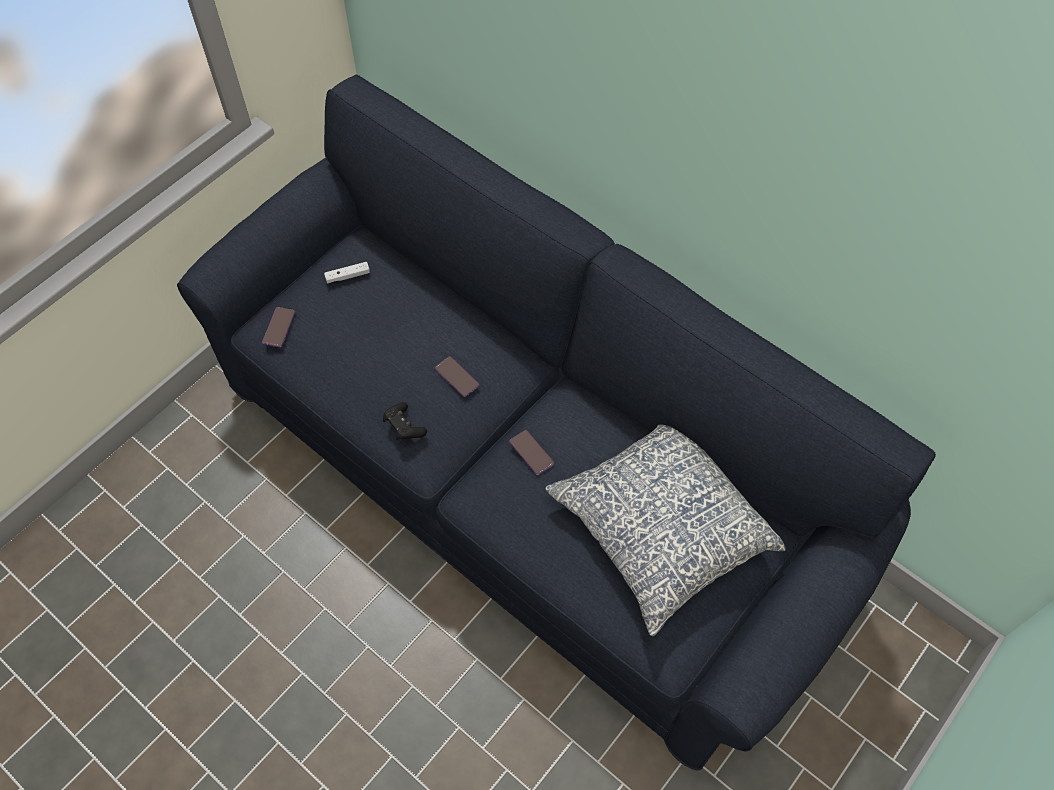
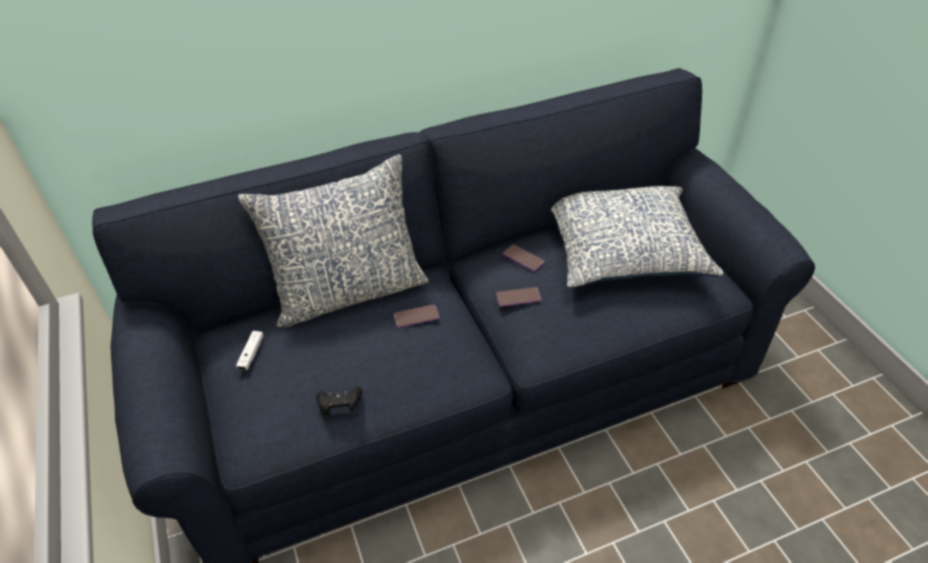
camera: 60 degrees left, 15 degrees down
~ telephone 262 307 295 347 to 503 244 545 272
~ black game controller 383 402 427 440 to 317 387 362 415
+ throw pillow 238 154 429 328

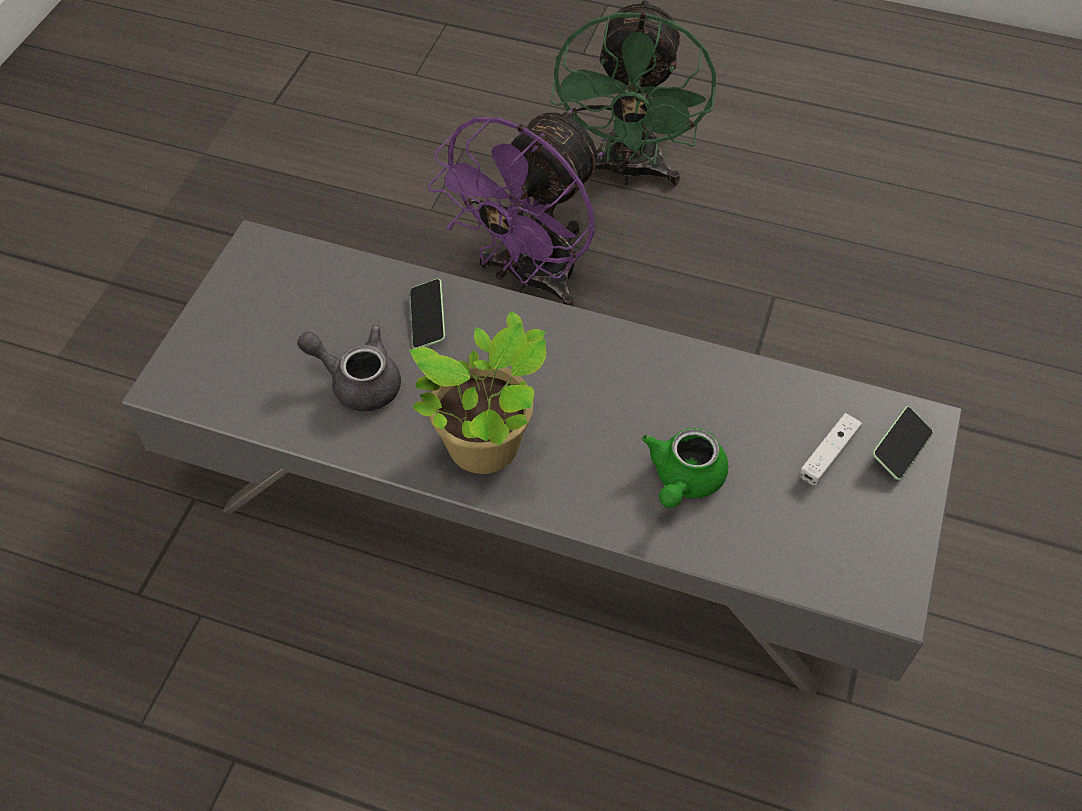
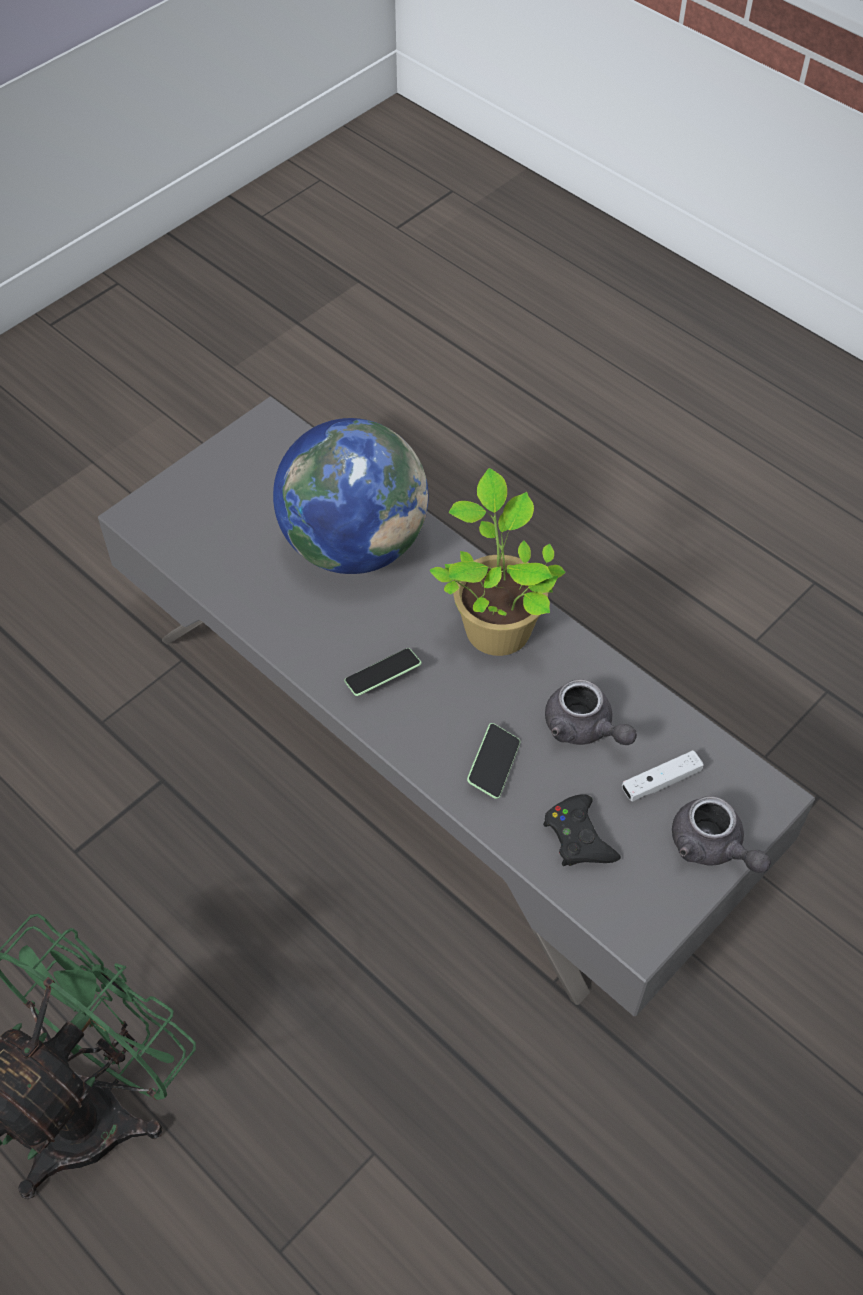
camera: 155 degrees left, 0 degrees up
- purple-coloured electric fan 428 109 603 307
~ greenish pot for tea 642 428 728 508 to globe 273 418 429 574
~ white game controller 799 413 862 485 to 622 750 704 802
~ telephone 873 406 933 480 to 344 648 422 696
+ black game controller 543 794 621 866
+ grey pot for tea 672 796 771 873

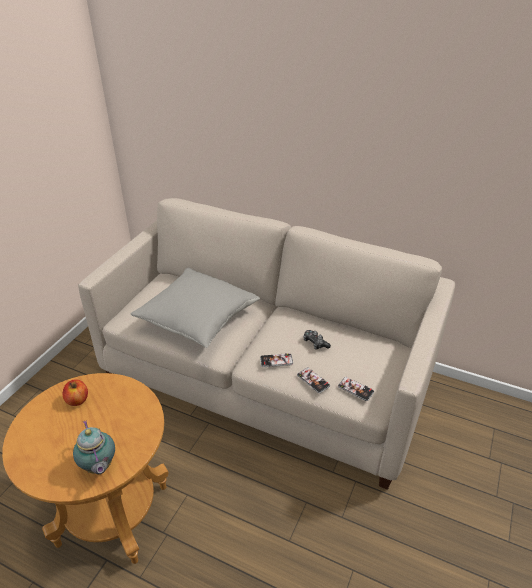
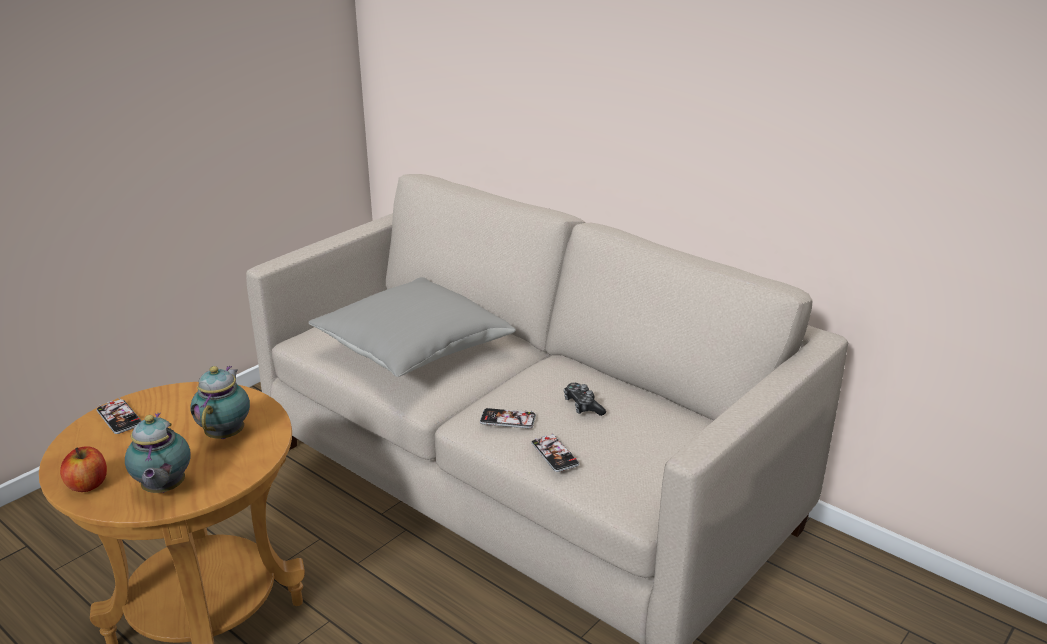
camera: 15 degrees right, 10 degrees down
~ apple fruit 63 379 88 406 to 60 446 107 492
~ telephone 338 377 374 401 to 96 398 142 434
+ pot for tea 190 366 250 439

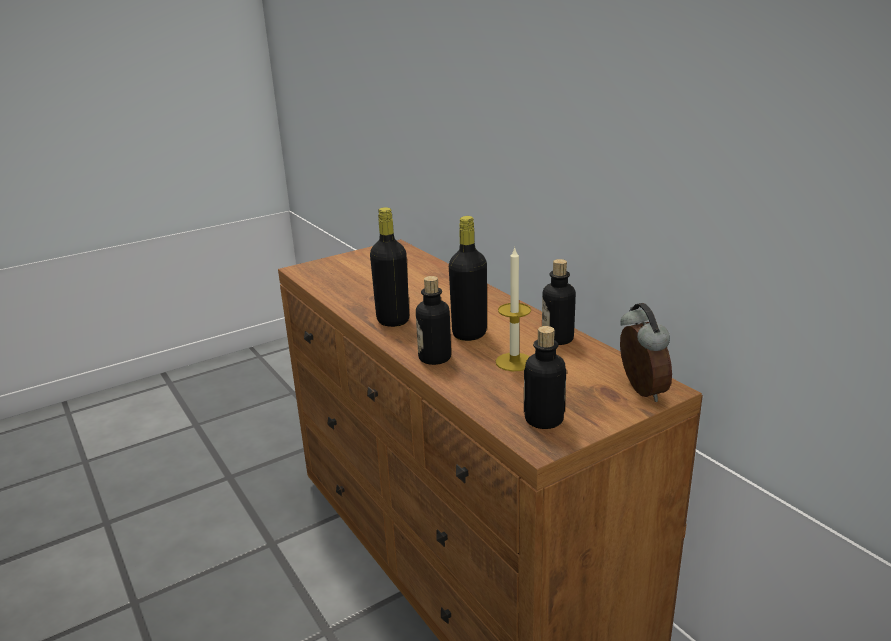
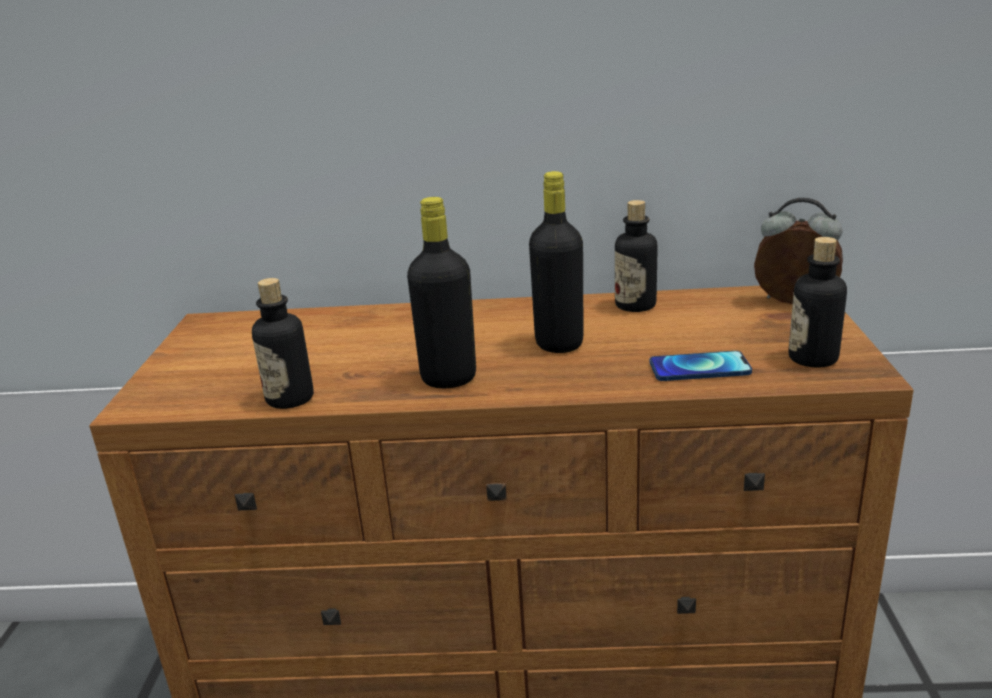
camera: 55 degrees left, 0 degrees up
~ beverage bottle 416 276 451 365 to 252 278 314 409
- wax candle 496 247 531 371
+ telephone 650 351 752 381

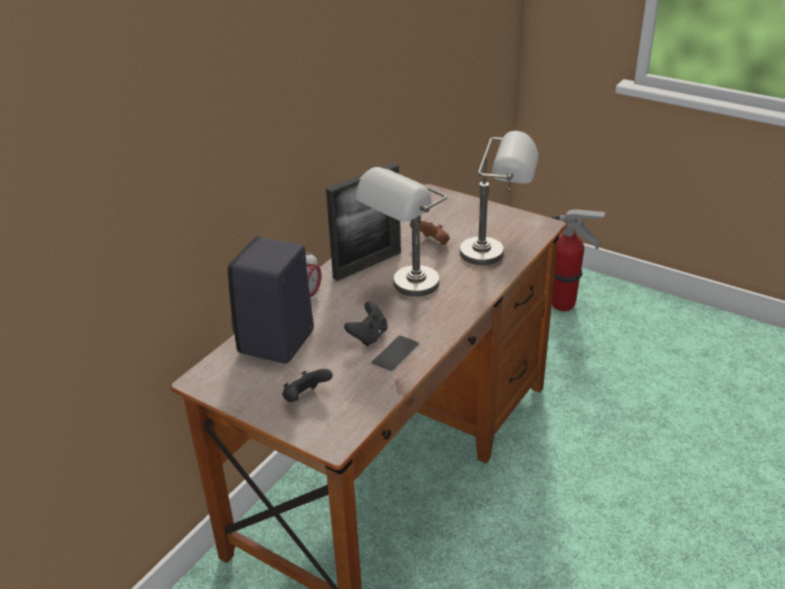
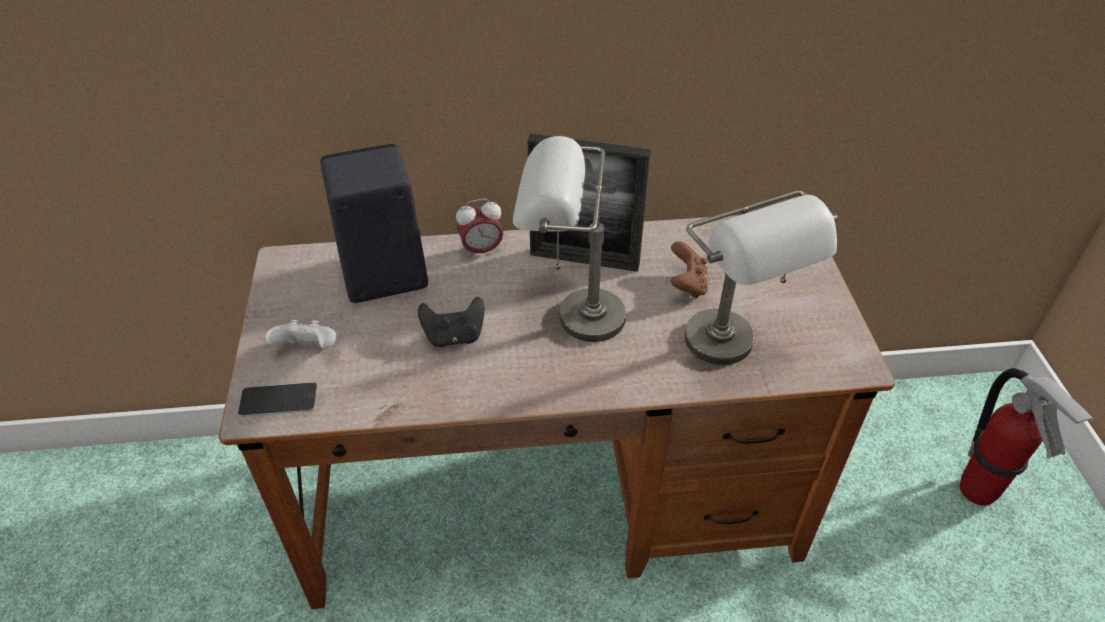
camera: 50 degrees right, 10 degrees up
~ black game controller 282 369 333 402 to white game controller 266 320 336 349
~ telephone 371 335 420 372 to 238 382 318 417

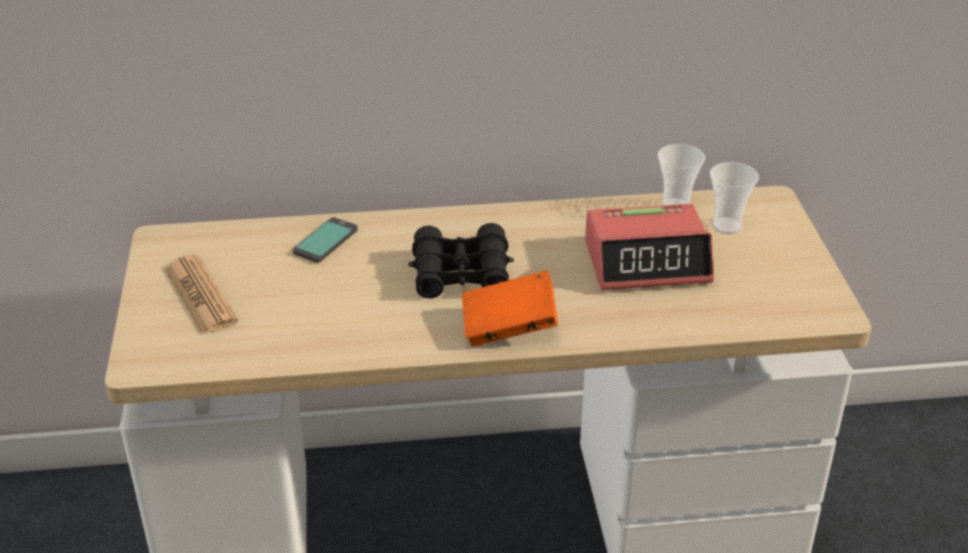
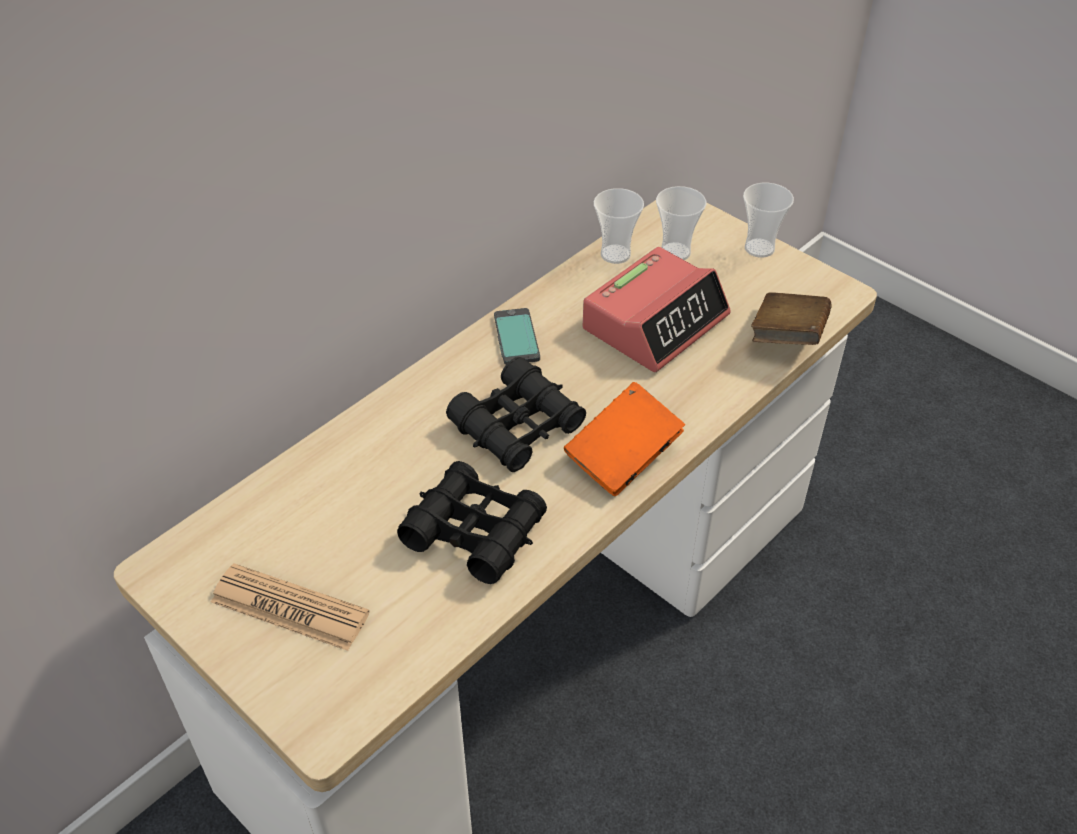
camera: 40 degrees left, 10 degrees up
~ telephone 293 217 358 263 to 494 308 540 365
+ black field glasses 397 461 547 584
+ cup 743 183 794 258
+ brown-coloured volume 751 292 832 345

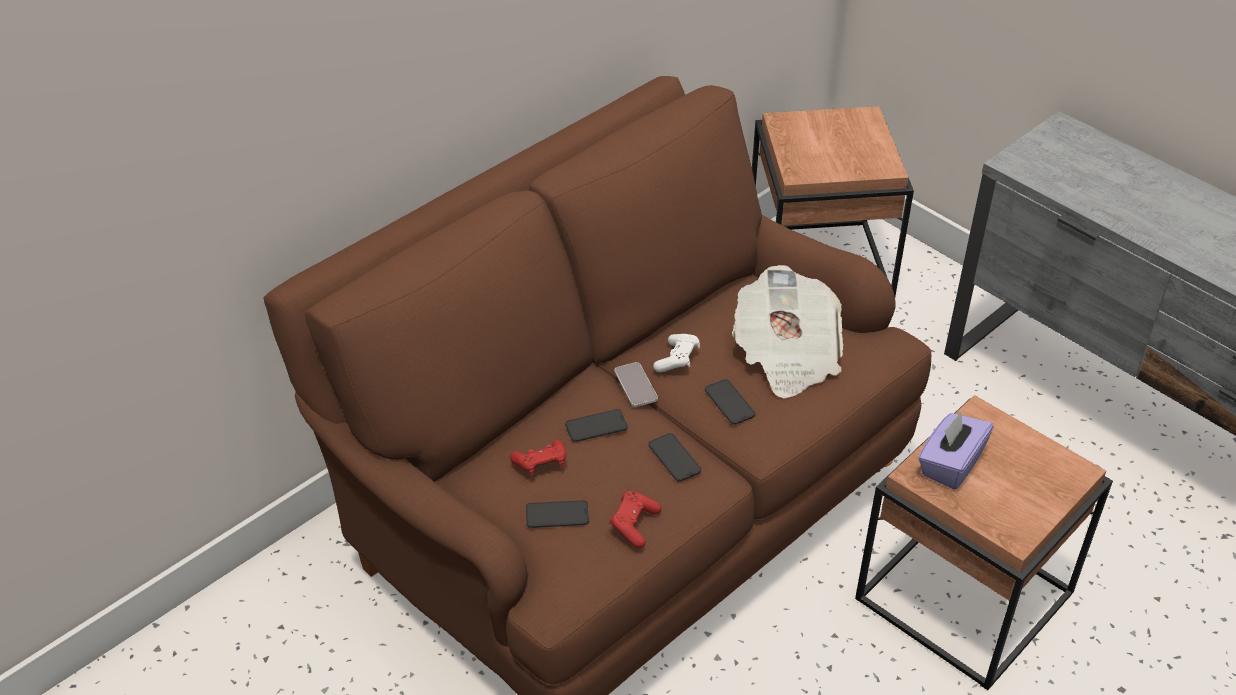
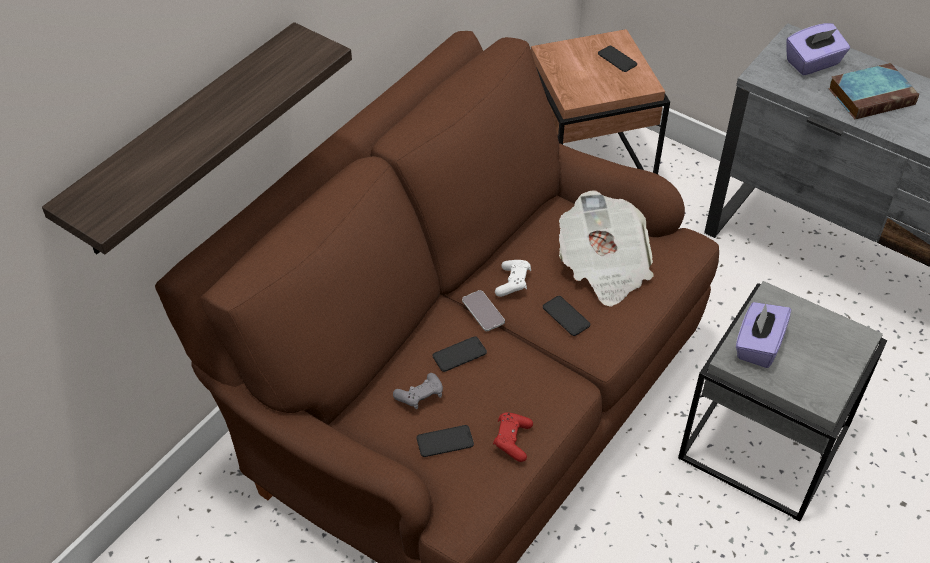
camera: 10 degrees left, 5 degrees up
~ red game controller 510 440 566 475 to grey game controller 393 373 443 409
~ telephone 648 433 701 482 to 598 46 637 72
~ brown-coloured side table 855 395 1113 690 to grey side table 678 281 887 521
+ shelf 42 22 352 254
+ purple-coloured box of tissues 786 23 850 75
+ volume 828 63 919 119

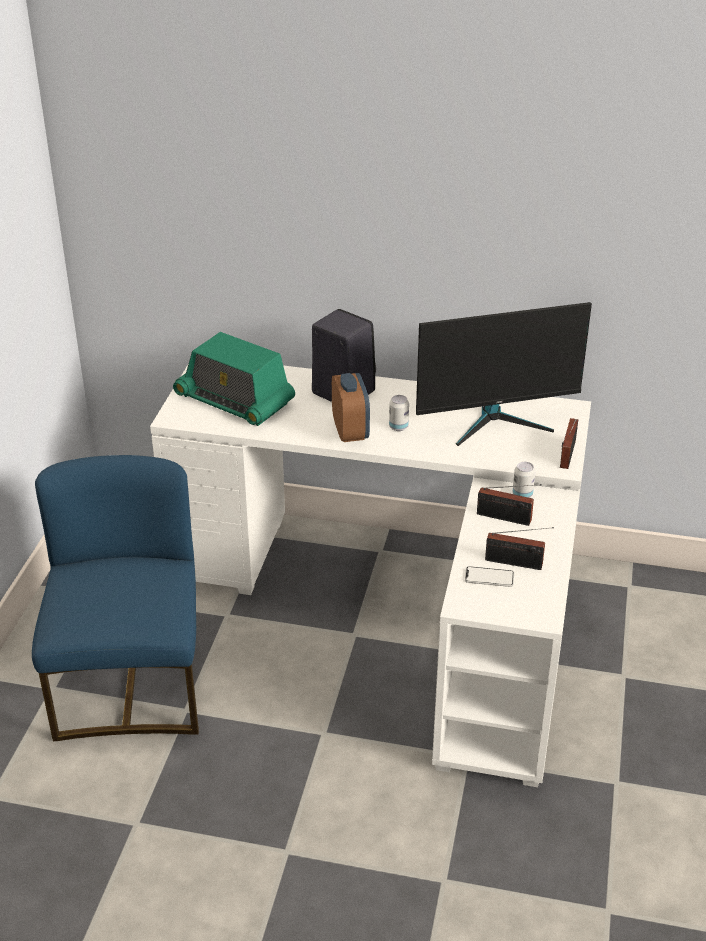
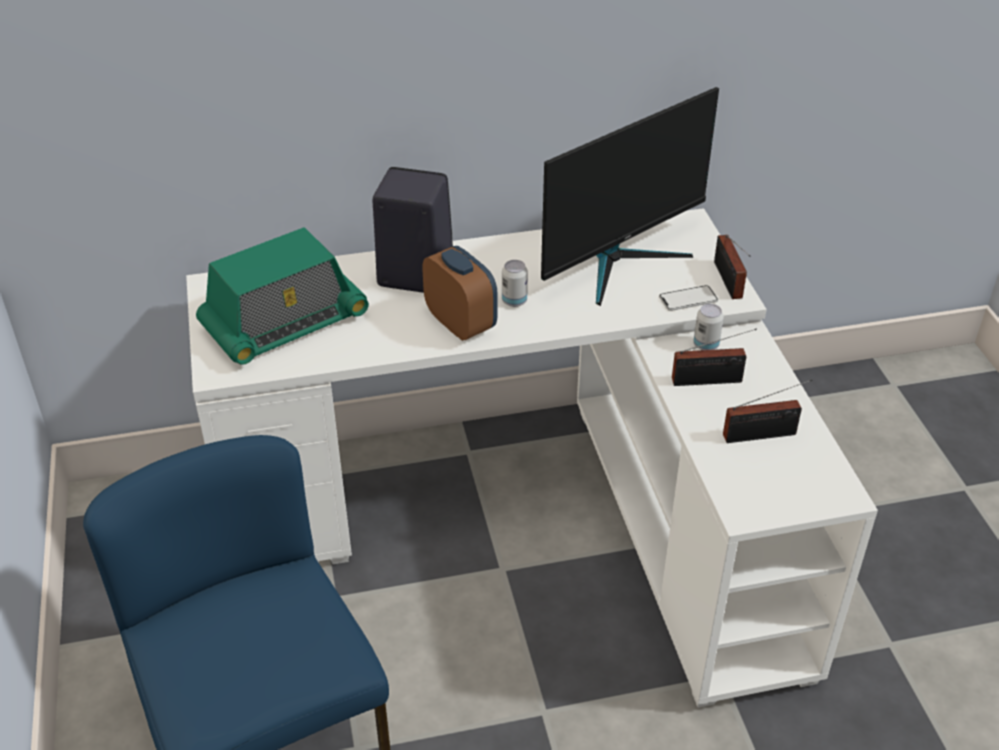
camera: 25 degrees left, 5 degrees up
~ radio set 173 332 295 426 = 196 227 369 365 45 degrees counterclockwise
~ telephone 465 566 514 587 to 659 285 718 311

